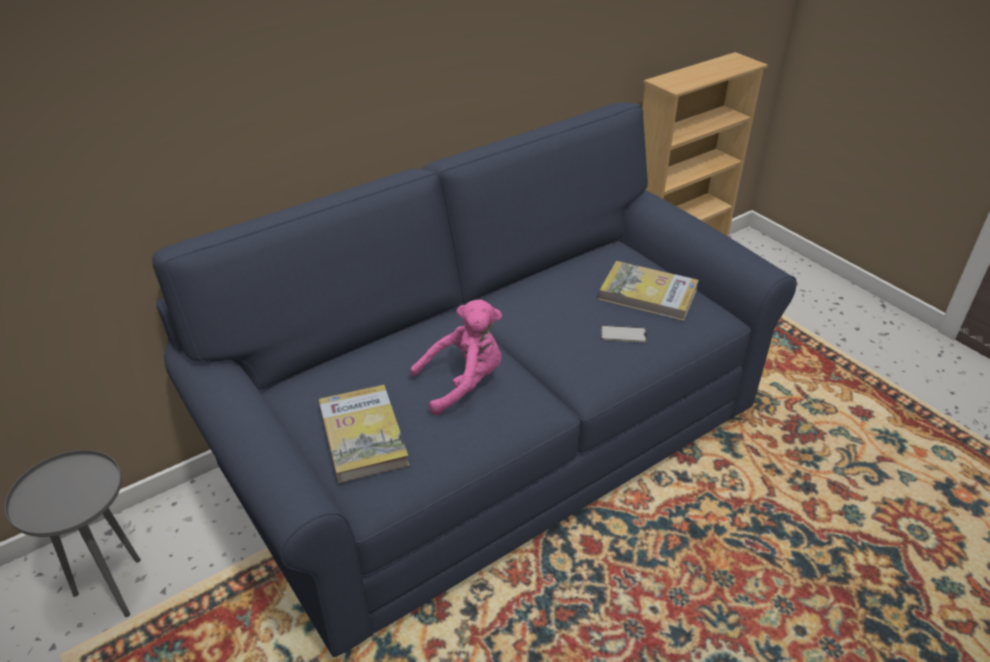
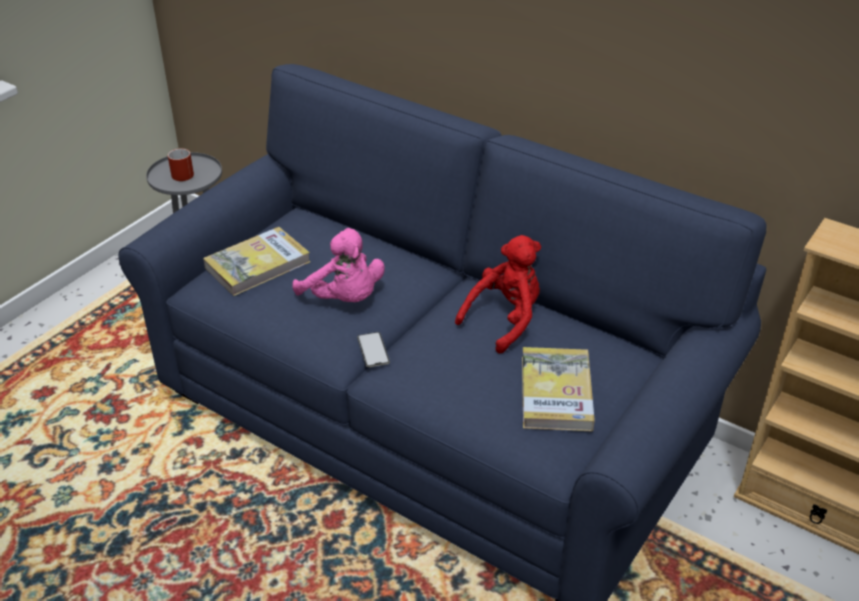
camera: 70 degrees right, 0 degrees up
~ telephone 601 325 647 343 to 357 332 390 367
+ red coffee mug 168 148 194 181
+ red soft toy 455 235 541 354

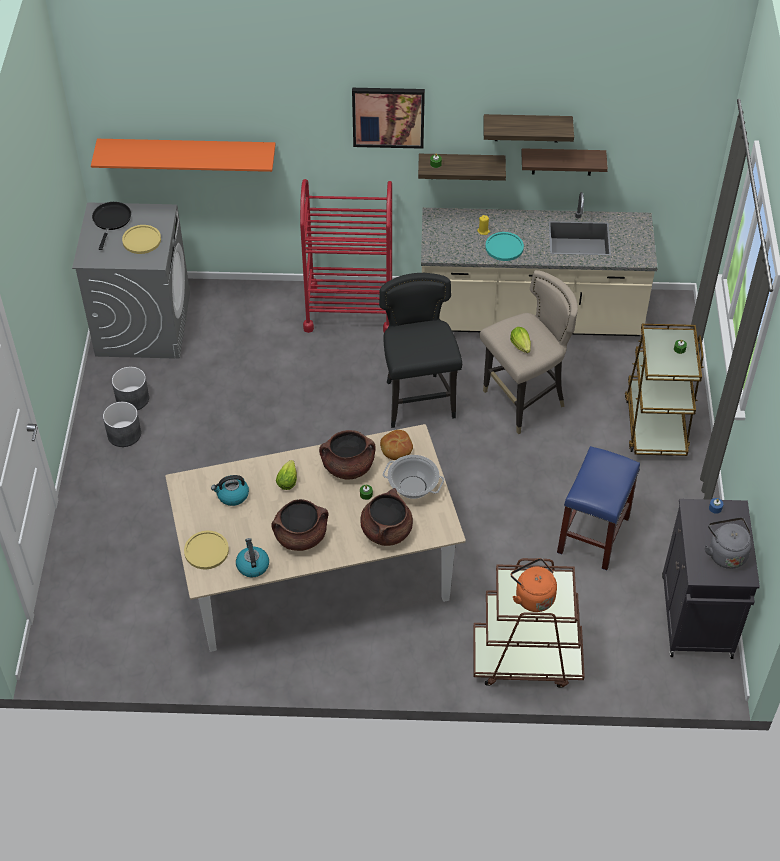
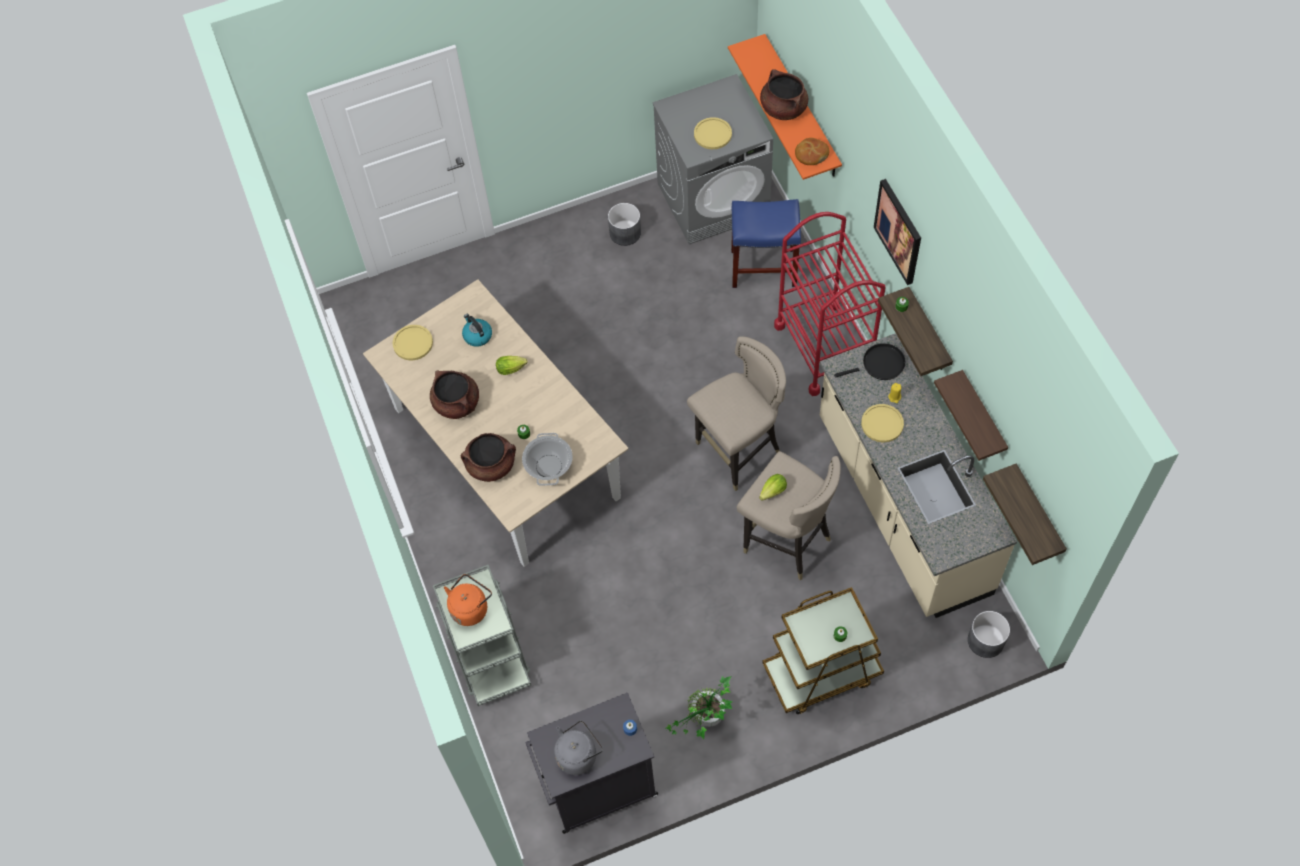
camera: 70 degrees right, 10 degrees up
~ black frying pan 92 202 131 250 to 834 343 906 380
~ grey planter 103 402 141 447 to 968 611 1010 658
- tea kettle 236 538 269 578
~ brown-coloured stockpot 319 430 376 479 to 760 69 808 120
~ black sitting stool 379 273 462 428 to beige sitting stool 687 336 786 491
~ baked bread 380 430 413 460 to 795 138 830 165
~ brown-coloured cart 473 558 585 688 to grey cart 433 565 531 706
~ shelf 483 114 574 143 to 983 463 1067 565
~ blue-green plate 485 232 524 261 to yellowish plate 861 404 904 442
~ blue sitting stool 557 446 640 570 to 731 199 801 288
+ potted plant 666 676 733 739

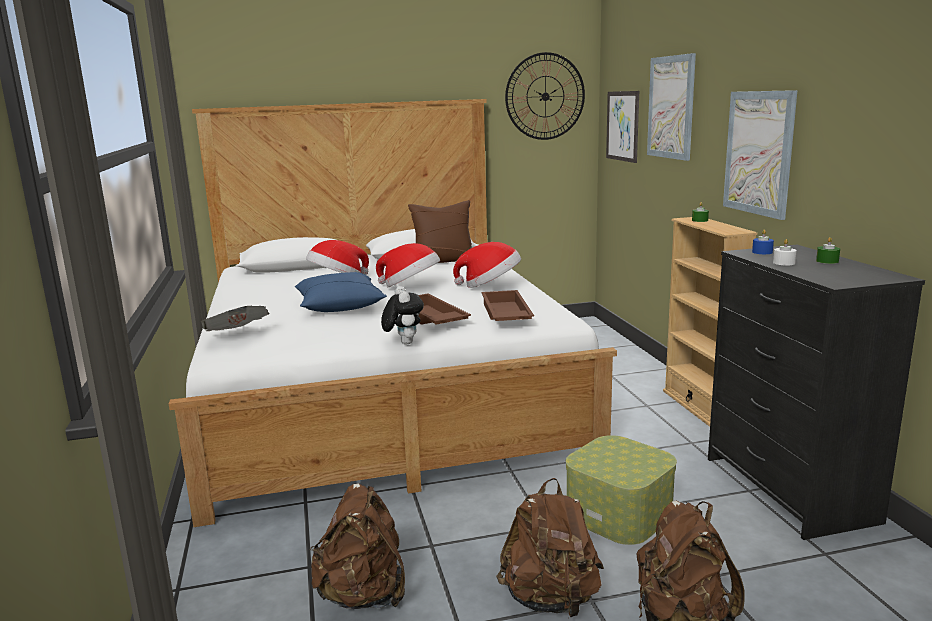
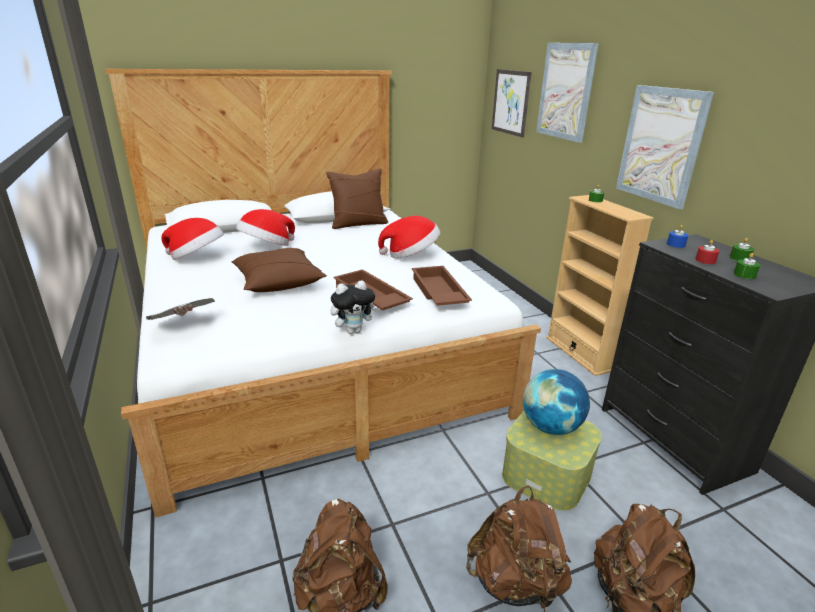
camera: 10 degrees left, 10 degrees up
~ blue throw pillow 295 272 387 312 to brown-coloured throw pillow 231 248 327 292
~ hat 376 243 440 287 to 161 218 224 260
~ soft toy 381 286 424 344 = 330 280 379 334 90 degrees clockwise
- clock on the wall 505 52 585 140
~ white wax candle 773 239 797 265 to red wax candle 696 240 719 264
+ globe 522 369 590 435
+ greenish wax candle 734 253 760 279

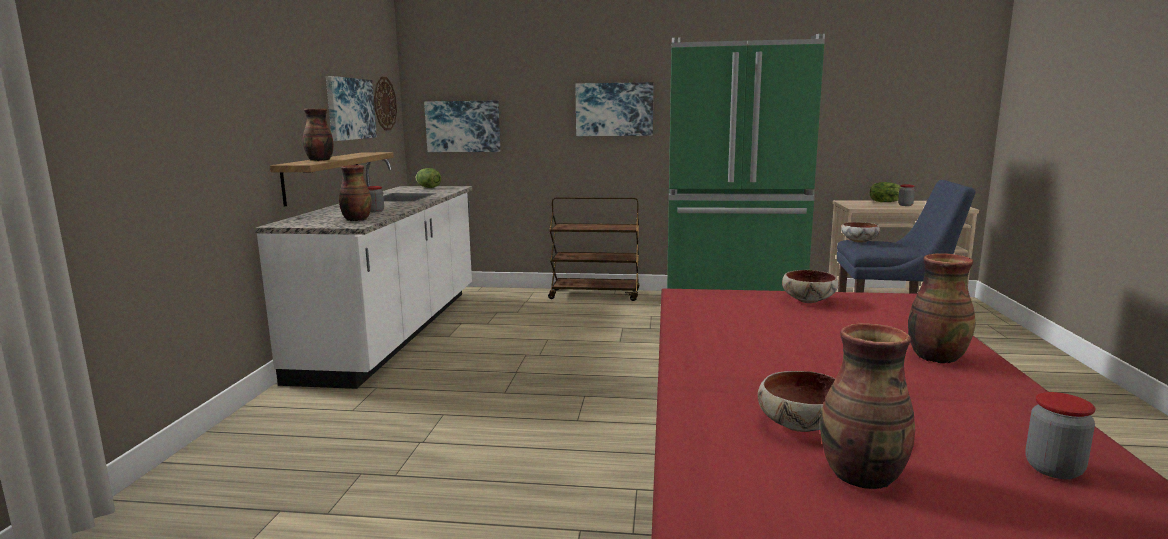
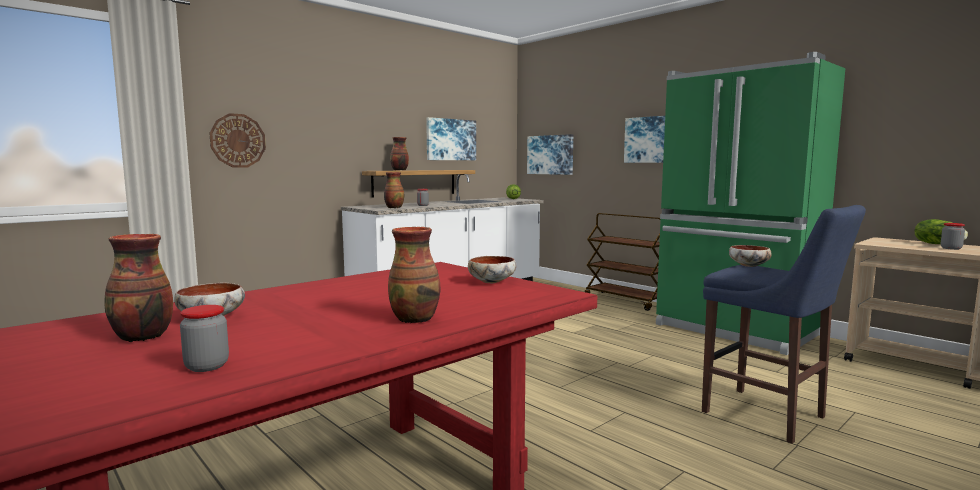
camera: 40 degrees right, 5 degrees down
~ clock on the wall 374 77 397 131 to 209 113 266 168

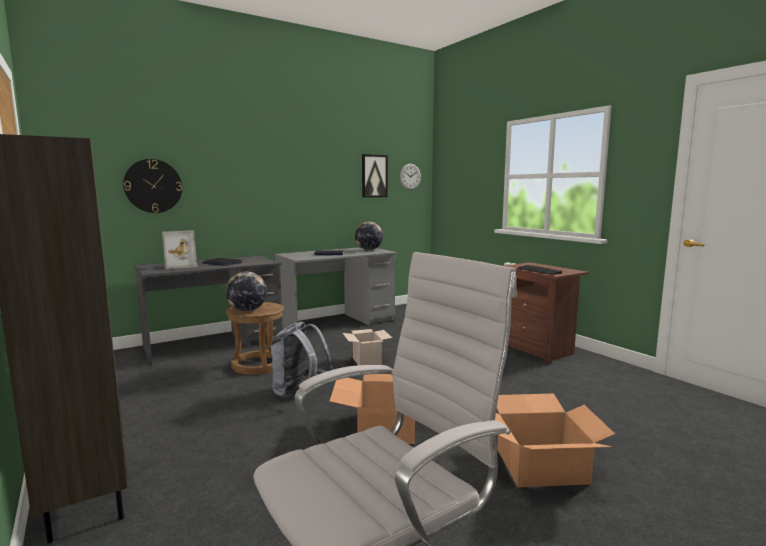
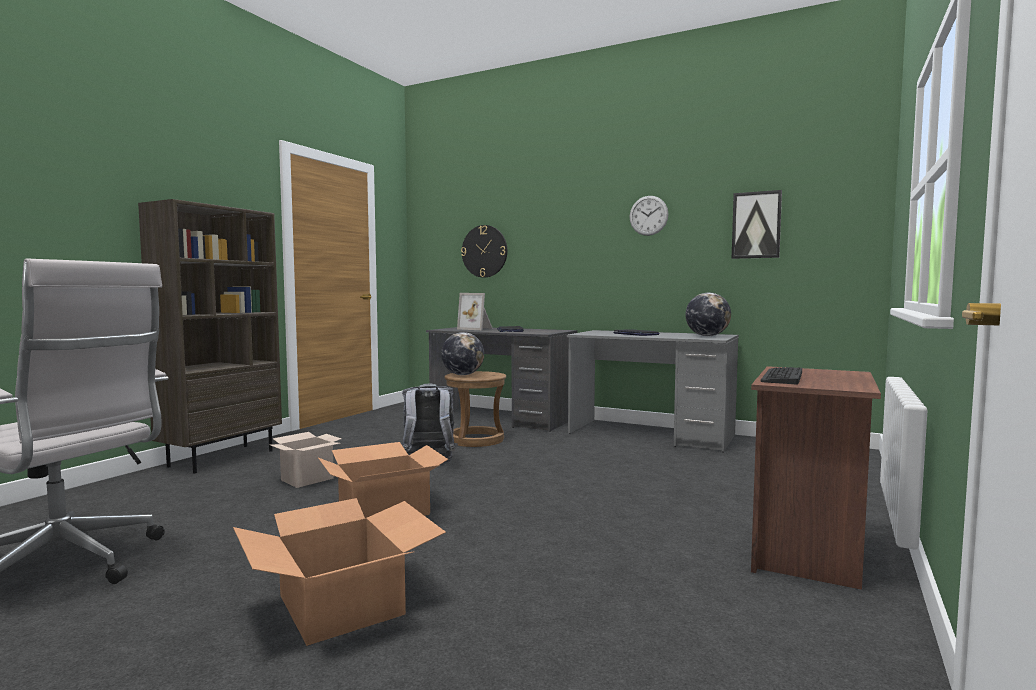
camera: 60 degrees right, 5 degrees down
~ cardboard box 343 329 392 365 to 270 432 342 488
~ clock on the wall 400 164 421 190 to 629 196 669 236

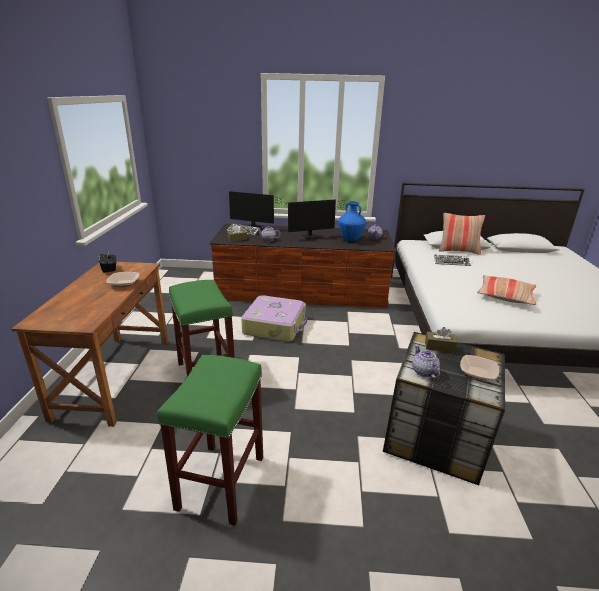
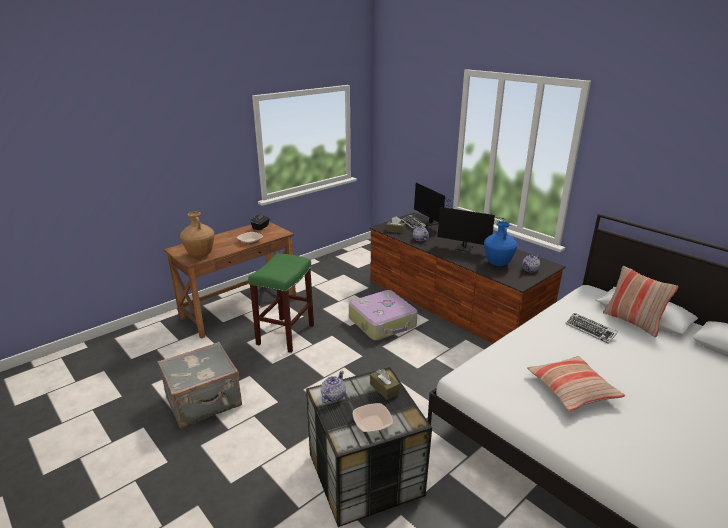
camera: 45 degrees right, 0 degrees up
~ greenish sitting stool 157 355 263 526 to grey suitcase 157 342 242 429
+ brown-coloured decorative vase 180 212 214 258

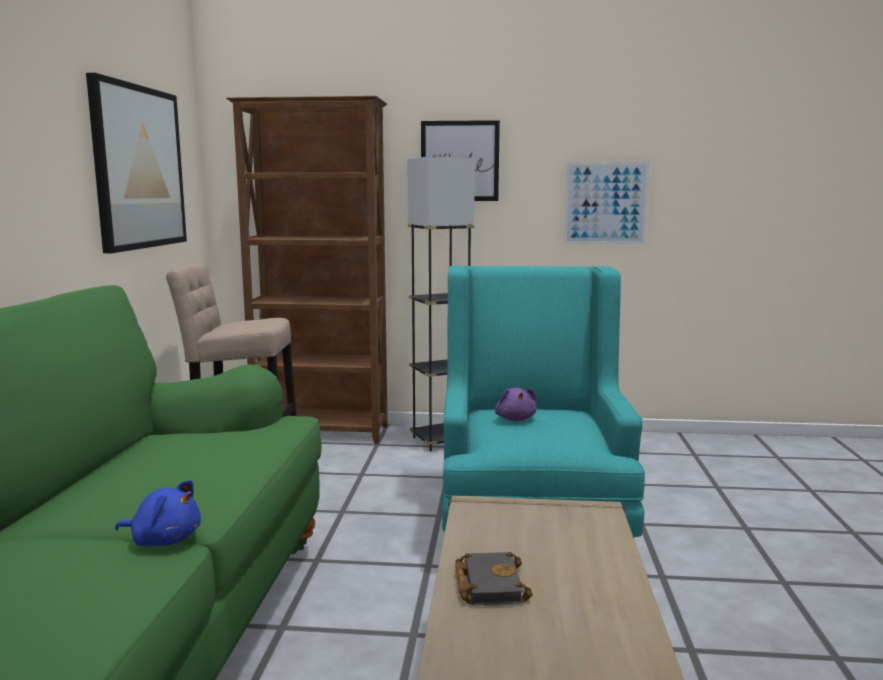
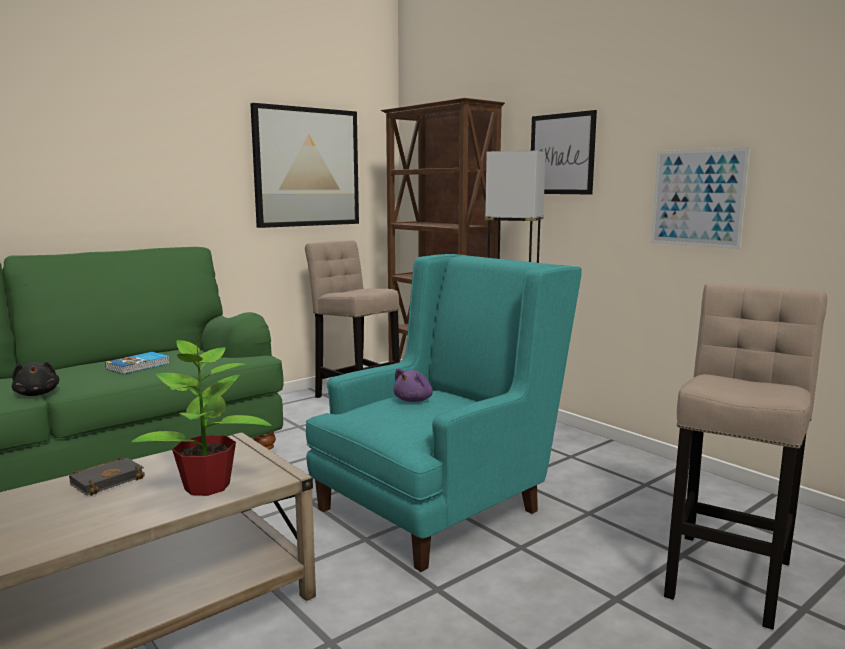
camera: 45 degrees right, 0 degrees up
~ blue soft toy 115 480 201 546 to black soft toy 12 361 59 396
+ volume 105 352 170 374
+ potted plant 131 336 272 496
+ beige sitting stool 664 283 827 630

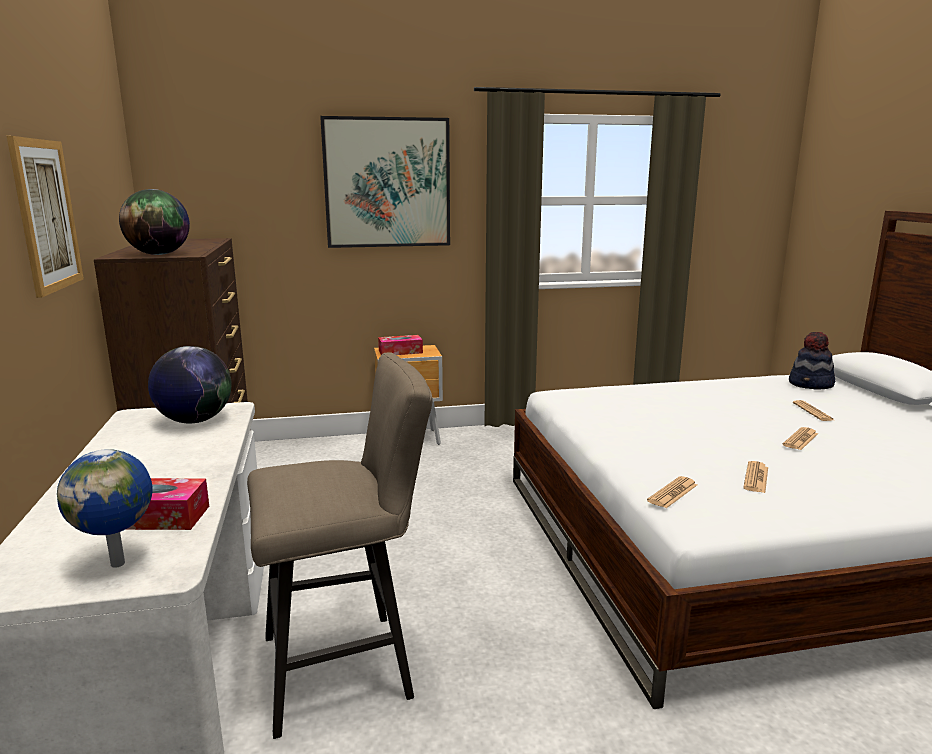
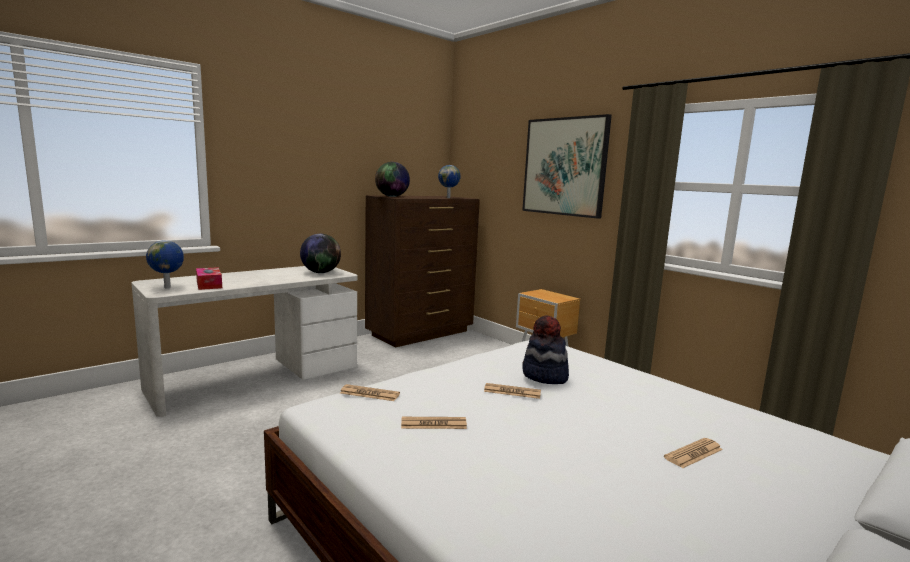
camera: 60 degrees right, 5 degrees down
- wall picture 7 136 84 298
- beige sitting stool 247 352 433 739
- box of tissues 378 335 423 355
~ daily paper 783 427 818 450 to 484 383 541 399
~ hat 789 332 835 389 to 522 315 569 384
+ globe 438 165 461 198

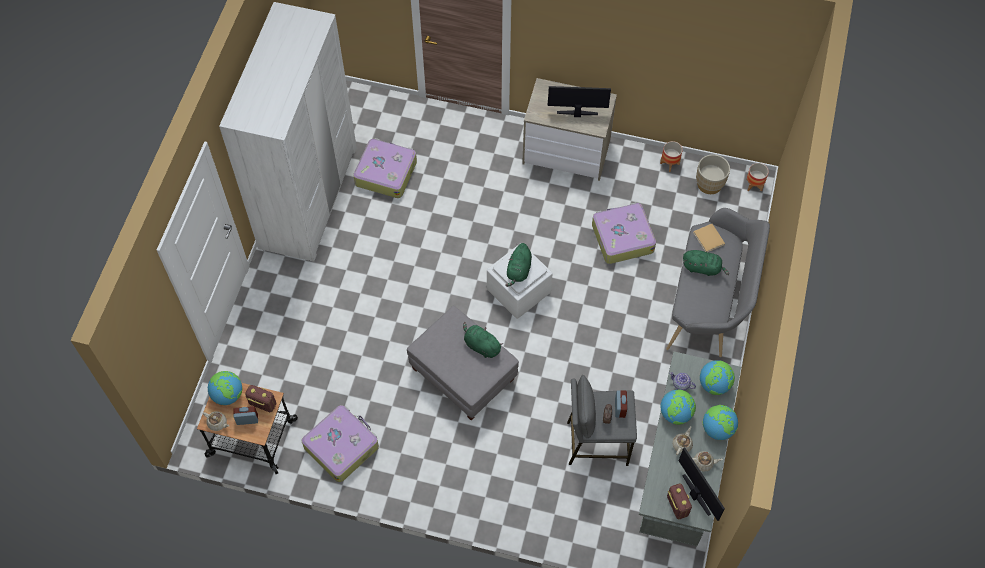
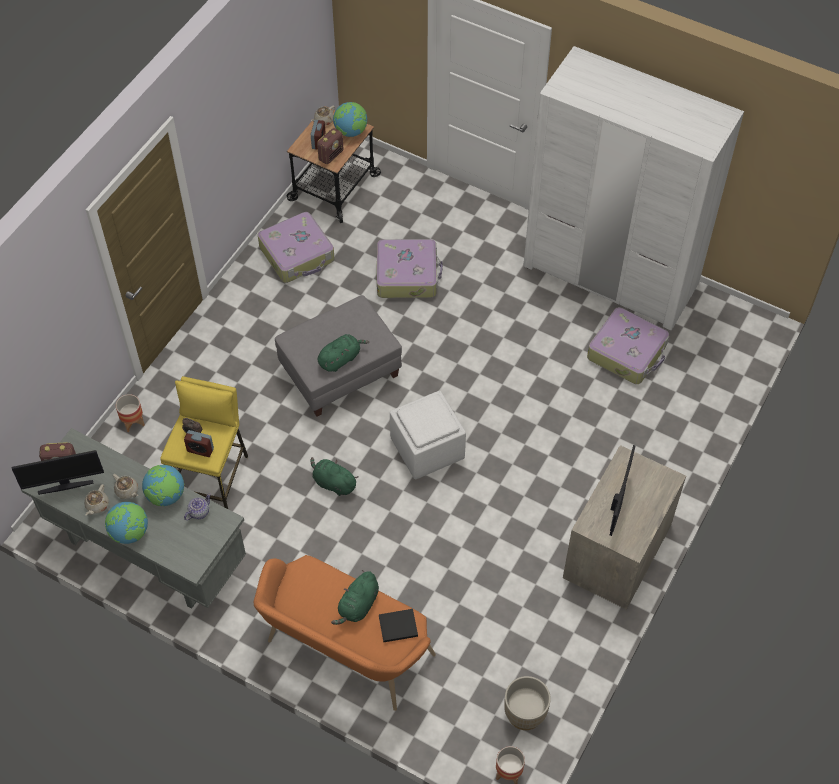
camera: 105 degrees right, 5 degrees down
~ greenish soft toy 505 243 532 287 to 311 457 358 496
~ grey sitting stool 567 375 637 466 to yellowish sitting stool 160 376 248 509
~ suitcase 592 202 656 264 to 377 239 443 298
~ planter 660 141 683 172 to 116 394 145 432
~ grey indoor bench 666 208 770 357 to orange-coloured indoor bench 254 555 436 711
~ beige volume 694 224 725 252 to black volume 379 609 418 642
- globe 700 360 735 395

